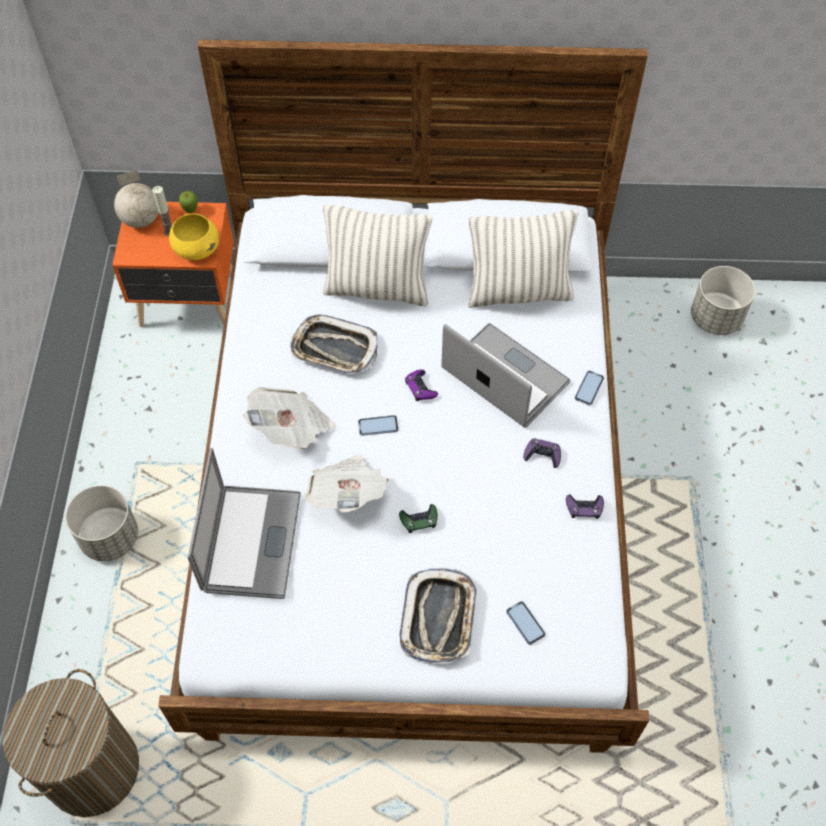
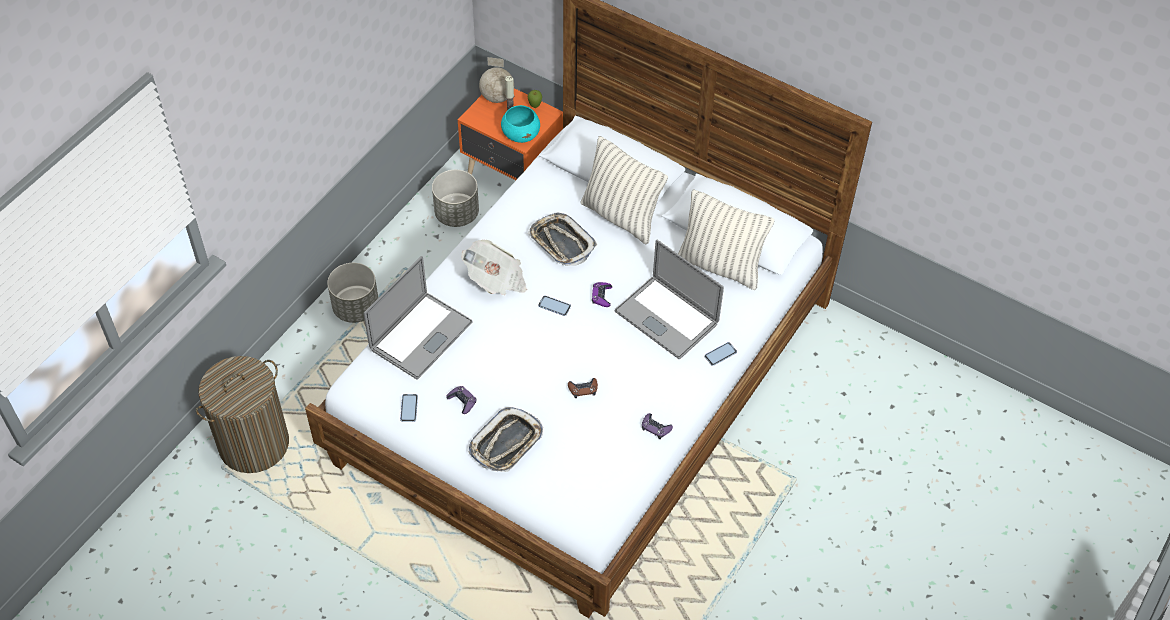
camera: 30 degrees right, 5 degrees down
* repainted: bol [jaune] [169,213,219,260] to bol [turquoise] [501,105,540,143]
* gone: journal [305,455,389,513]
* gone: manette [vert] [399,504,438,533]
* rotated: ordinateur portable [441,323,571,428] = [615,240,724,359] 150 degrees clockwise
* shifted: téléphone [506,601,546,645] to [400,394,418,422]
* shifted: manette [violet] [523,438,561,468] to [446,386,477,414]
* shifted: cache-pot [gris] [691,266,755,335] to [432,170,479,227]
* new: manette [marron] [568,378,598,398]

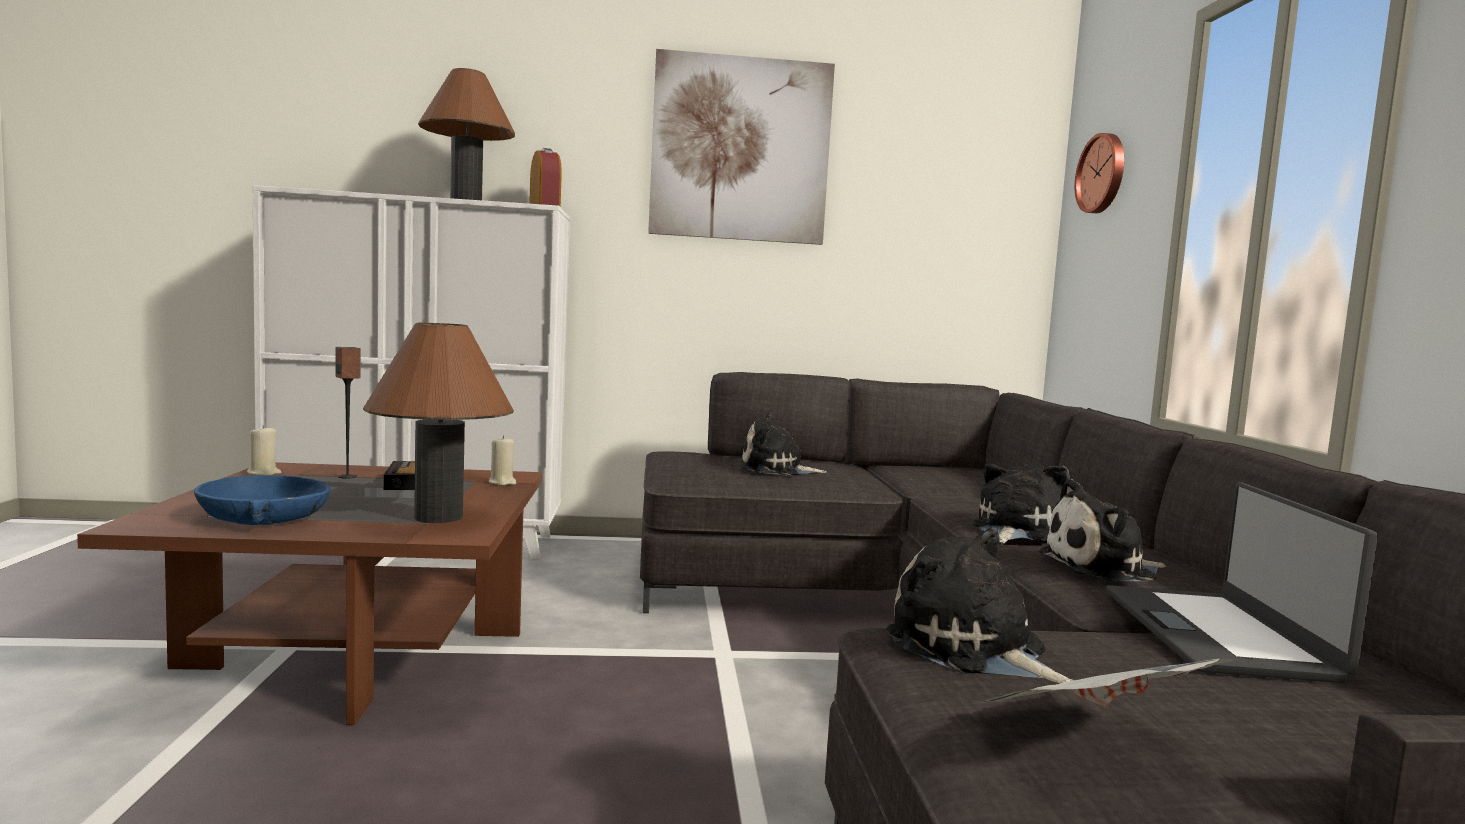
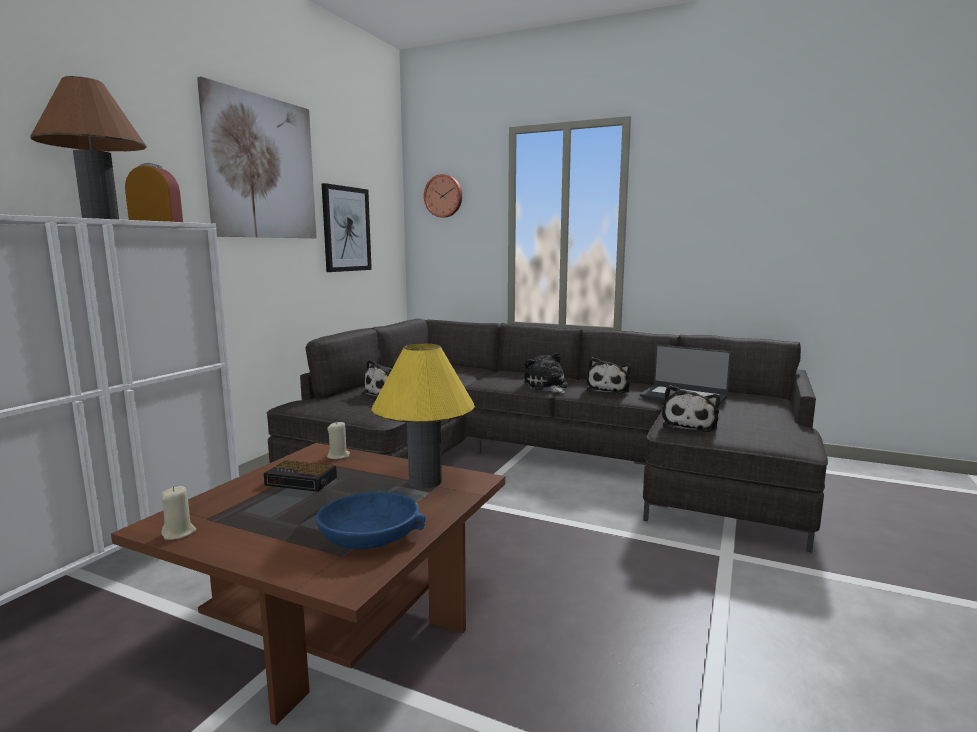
camera: 60 degrees left, 5 degrees up
* gone: enceinte [336,347,361,479]
* repainted: lampe de table [marron] [363,323,514,523] to lampe de table [jaune] [371,344,475,489]
* rotated: peluche [887,528,1074,683] = [662,385,720,432] 60 degrees counterclockwise
* gone: journal [978,659,1234,706]
* new: tableau [322,183,372,272]

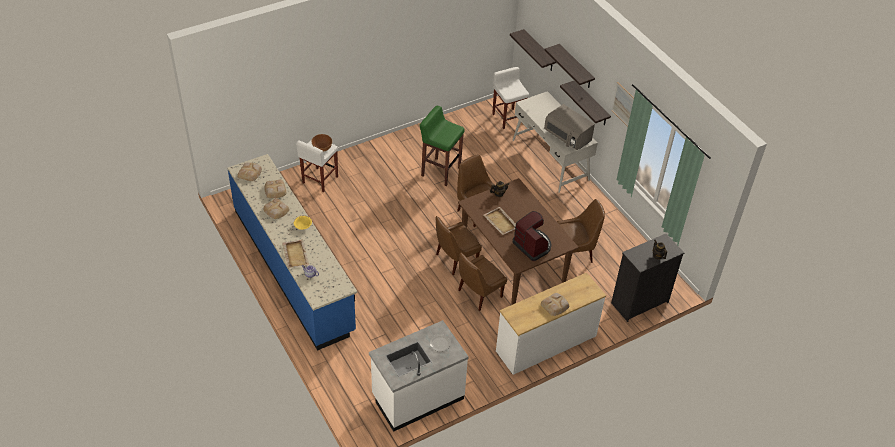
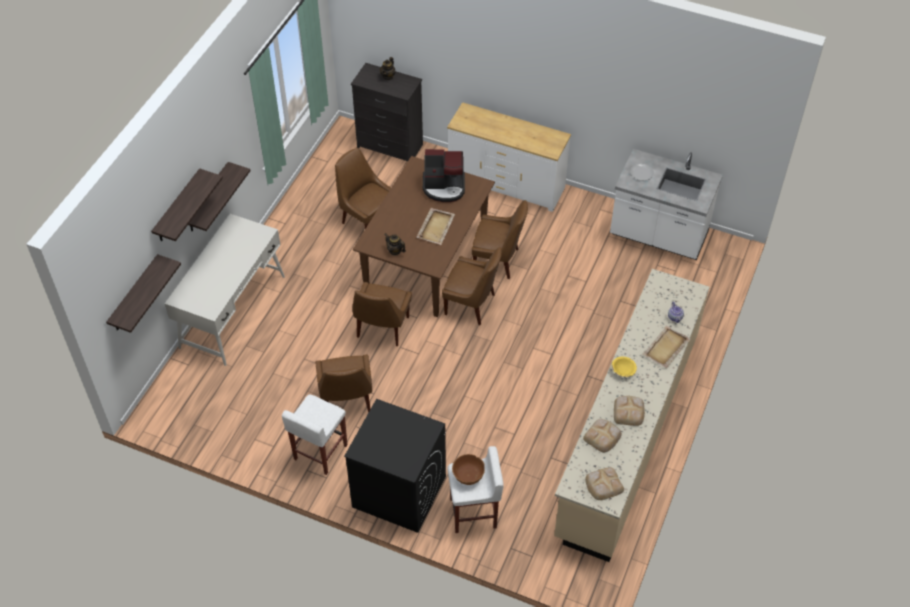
camera: 125 degrees left, 5 degrees up
* repainted: comptoir de cuisine [bleu] [227,154,357,351] to comptoir de cuisine [beige] [554,269,710,562]
* swapped: tabouret [vert] [420,106,464,186] to chaise [marron] [315,355,372,412]
* shifted: tabouret [blanc] [492,67,529,129] to [282,394,347,475]
* rotated: machine à café [513,211,552,261] = [423,149,465,202] 105 degrees counterclockwise
* gone: pain [541,293,569,316]
* gone: micro-ondes [gris] [544,104,595,150]
* gone: tableau [611,82,634,127]
* new: lave-linge [noir] [344,399,446,533]

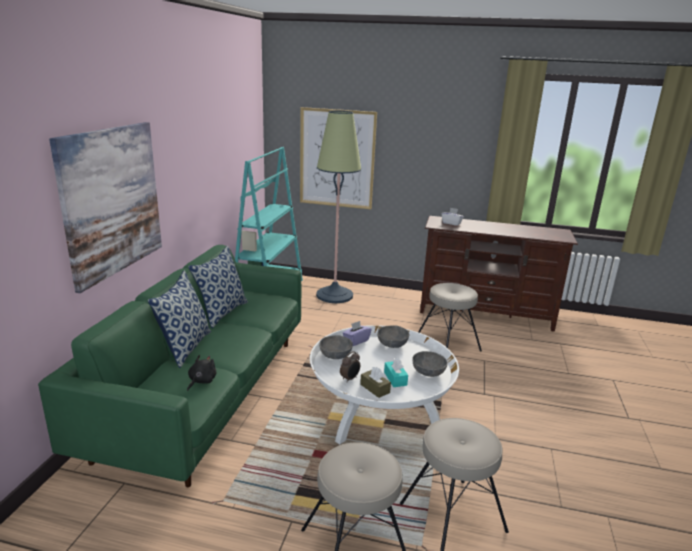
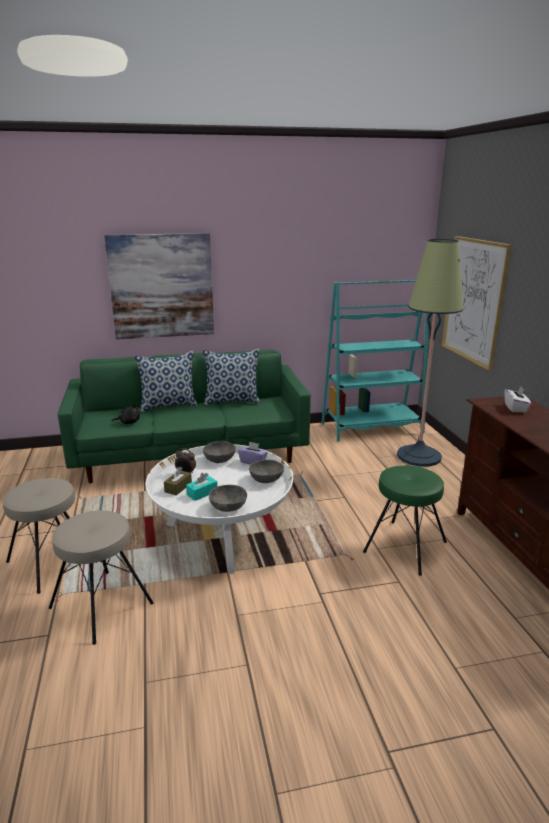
camera: 65 degrees right, 0 degrees up
* repainted: tabouret [beige] [418,283,482,352] to tabouret [vert] [363,466,447,576]

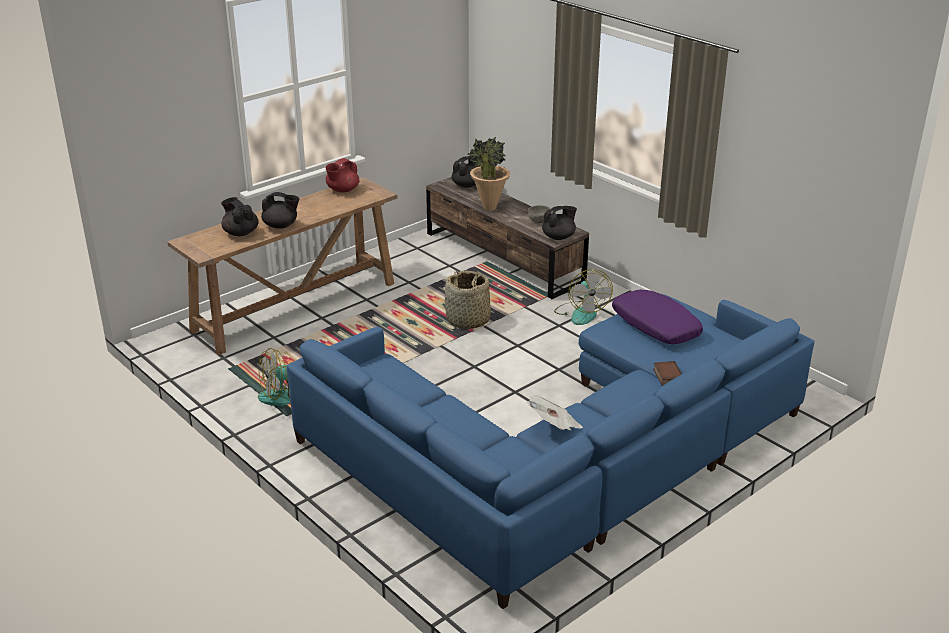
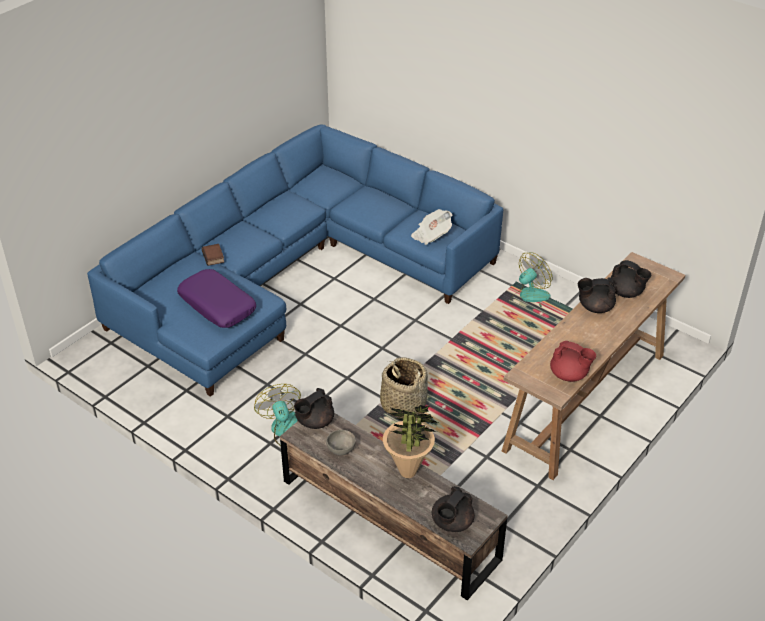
camera: 170 degrees right, 10 degrees up
* rotated: théière [rouge] [326,158,359,193] = [550,341,596,382] 90 degrees clockwise
* shifted: journal [527,396,583,431] to [411,209,452,245]

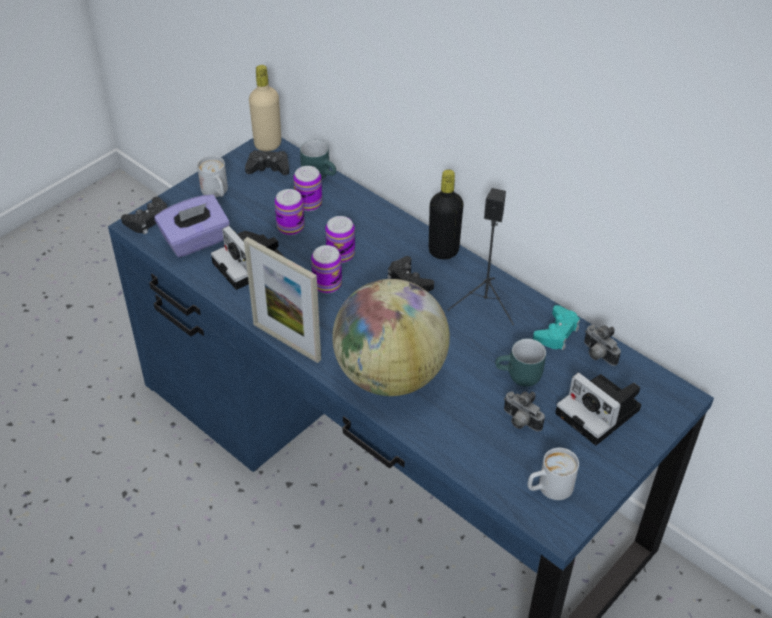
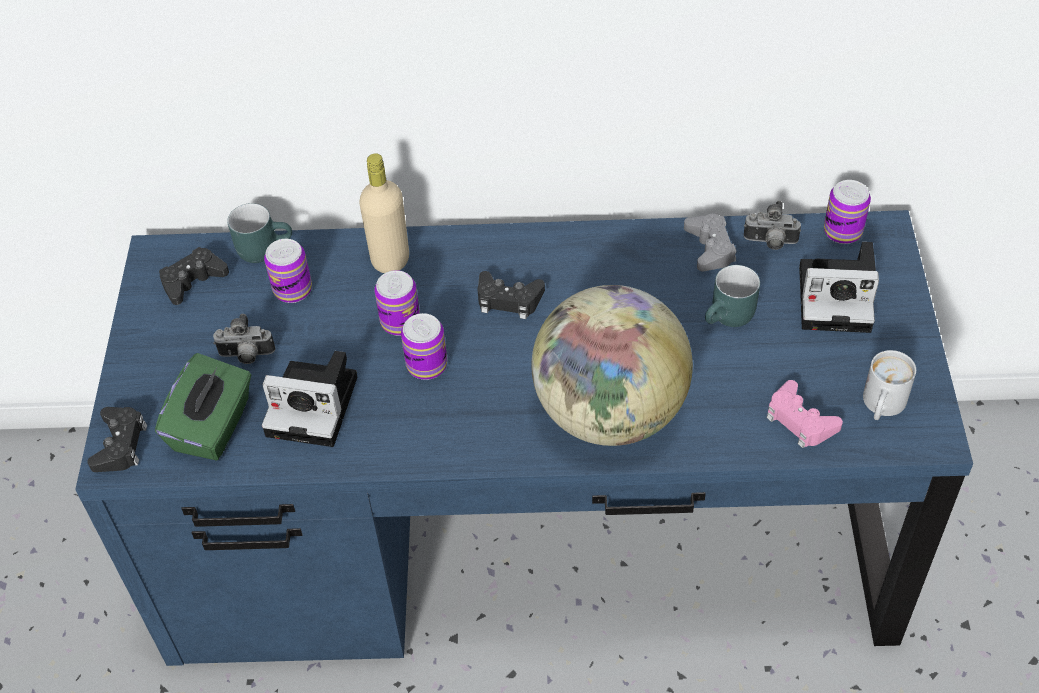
camera: 40 degrees left, 5 degrees up
* repainted: boîte à mouchoirs [violet] [155,195,230,257] to boîte à mouchoirs [vert] [155,353,251,461]
* gone: mug [blanc] [197,155,228,197]
* gone: cadre photo [244,237,321,363]
* shifted: bouteille [beige] [249,65,281,151] to [359,153,409,273]
* shifted: boîte métallique [275,189,305,235] to [824,180,871,244]
* gone: bouteille [noir] [429,169,464,259]
* gone: enceinte [noir] [448,188,514,325]
* shifted: appareil photo [504,392,545,432] to [213,314,275,364]
* repainted: manette [turquoise] [533,305,580,350] to manette [gris] [684,214,736,271]
* new: manette [rose] [766,380,843,448]

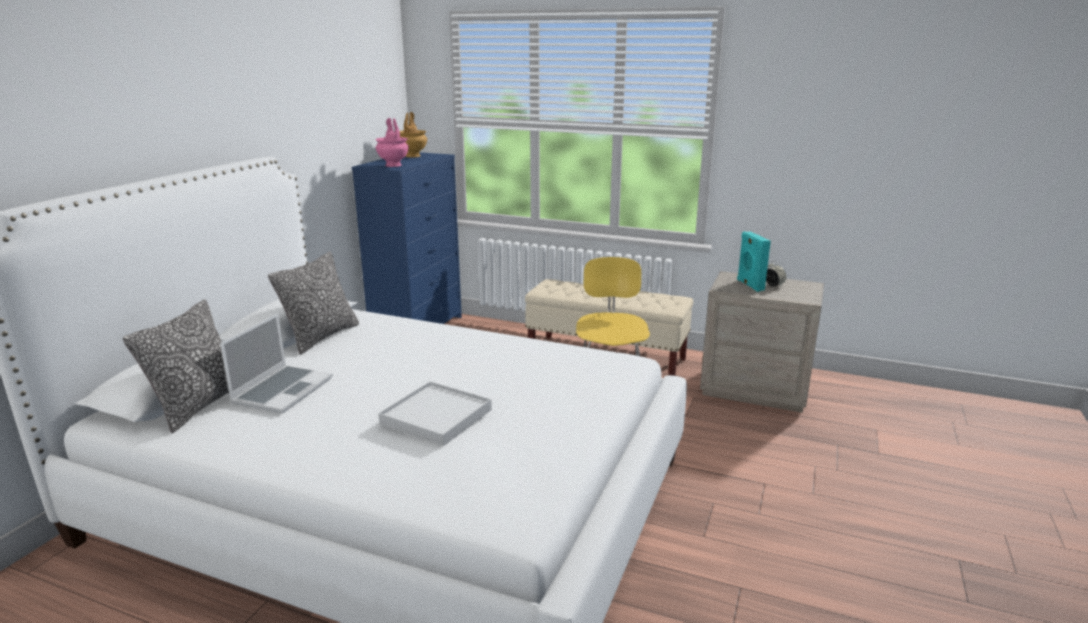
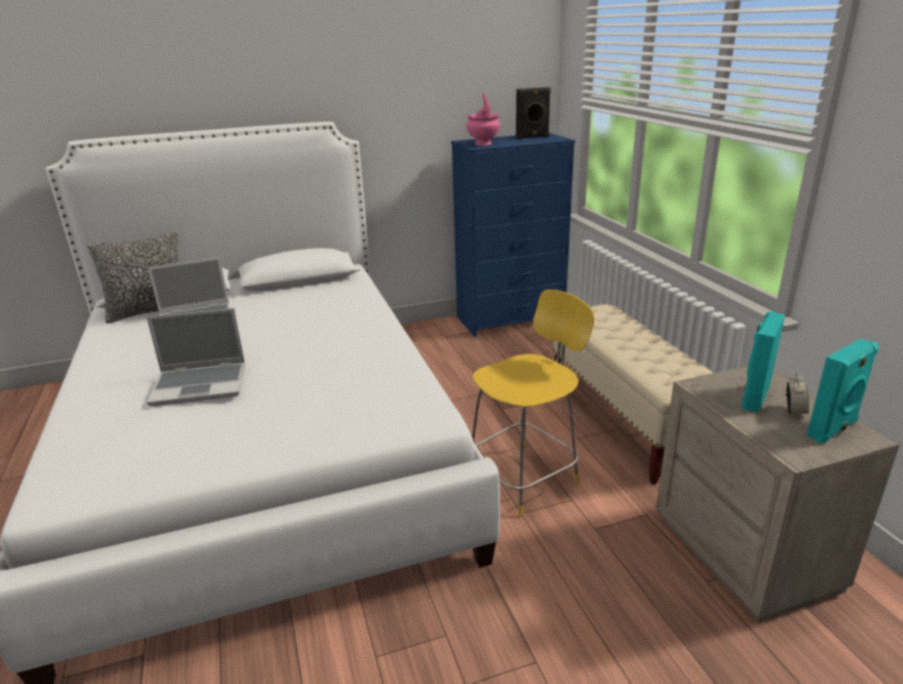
camera: 50 degrees right, 5 degrees up
* gone: coussin [268,252,359,355]
* swapped: plateau [blanc] [378,381,492,446] to ordinateur portable [146,308,245,406]
* swapped: vase [marron] [400,112,427,157] to enceinte [noir] [516,87,551,139]
* new: enceinte [turquoise] [807,339,879,444]

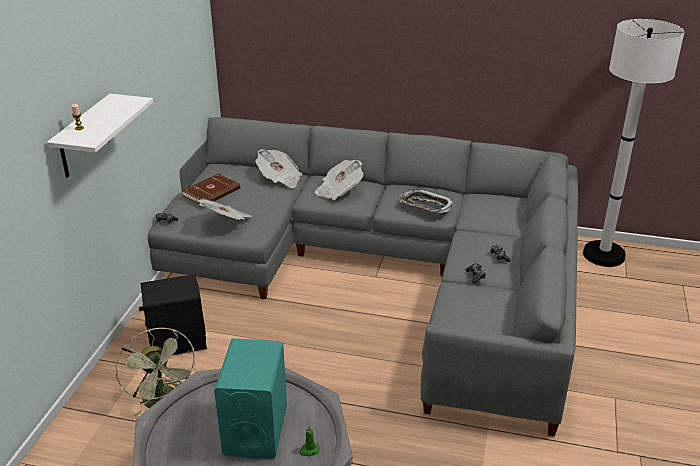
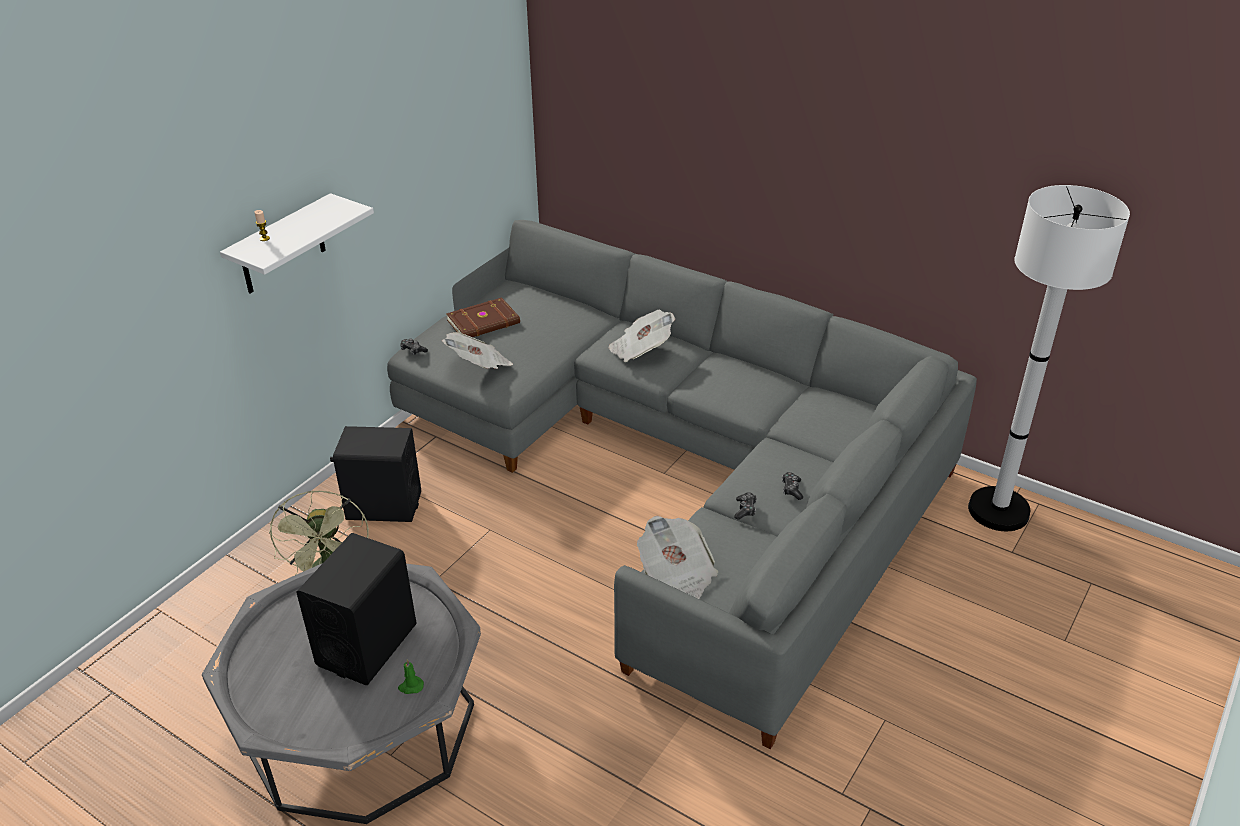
camera: 20 degrees right, 5 degrees up
* repainted: enceinte [turquoise] [214,338,287,459] to enceinte [noir] [296,533,417,685]
* shifted: journal [256,149,302,188] to [637,516,718,599]
* gone: plateau [399,189,453,213]

